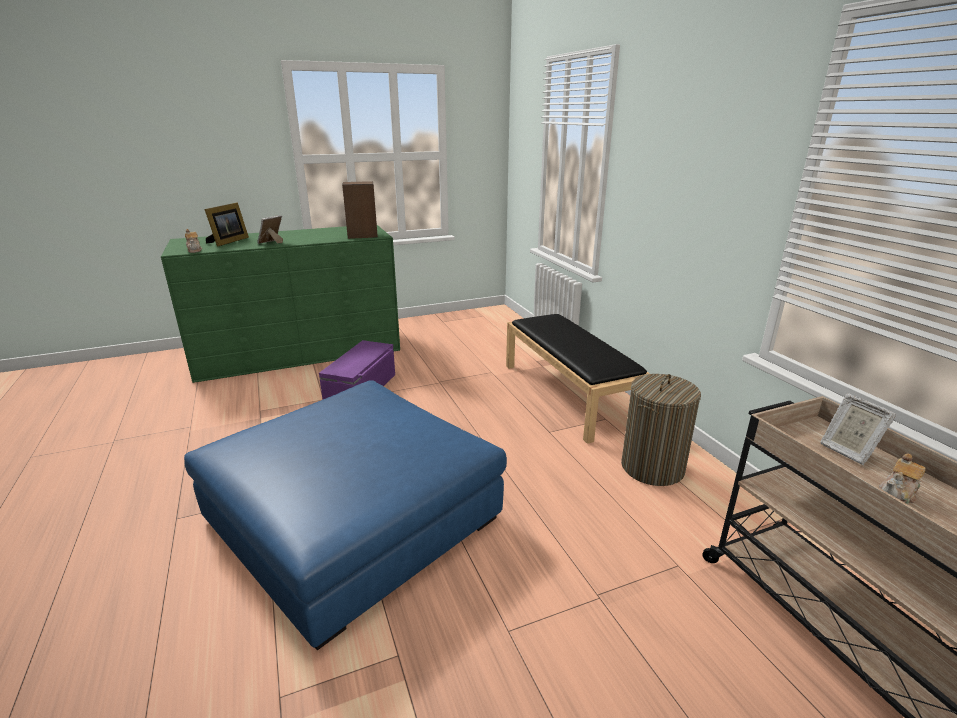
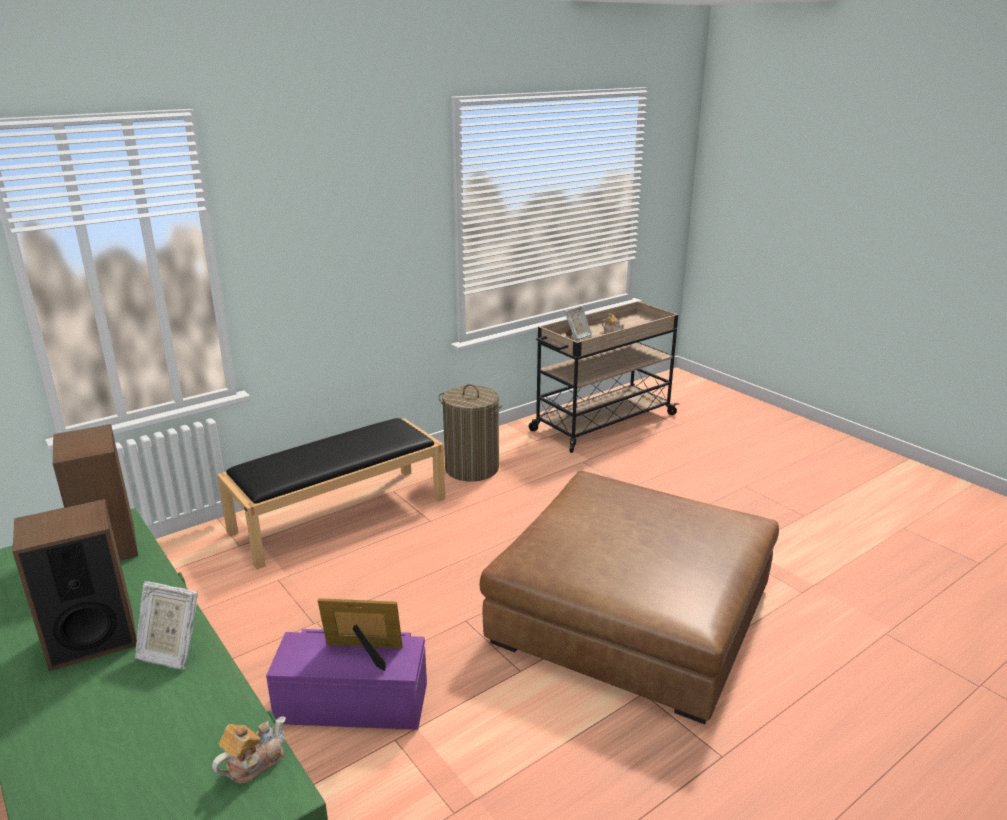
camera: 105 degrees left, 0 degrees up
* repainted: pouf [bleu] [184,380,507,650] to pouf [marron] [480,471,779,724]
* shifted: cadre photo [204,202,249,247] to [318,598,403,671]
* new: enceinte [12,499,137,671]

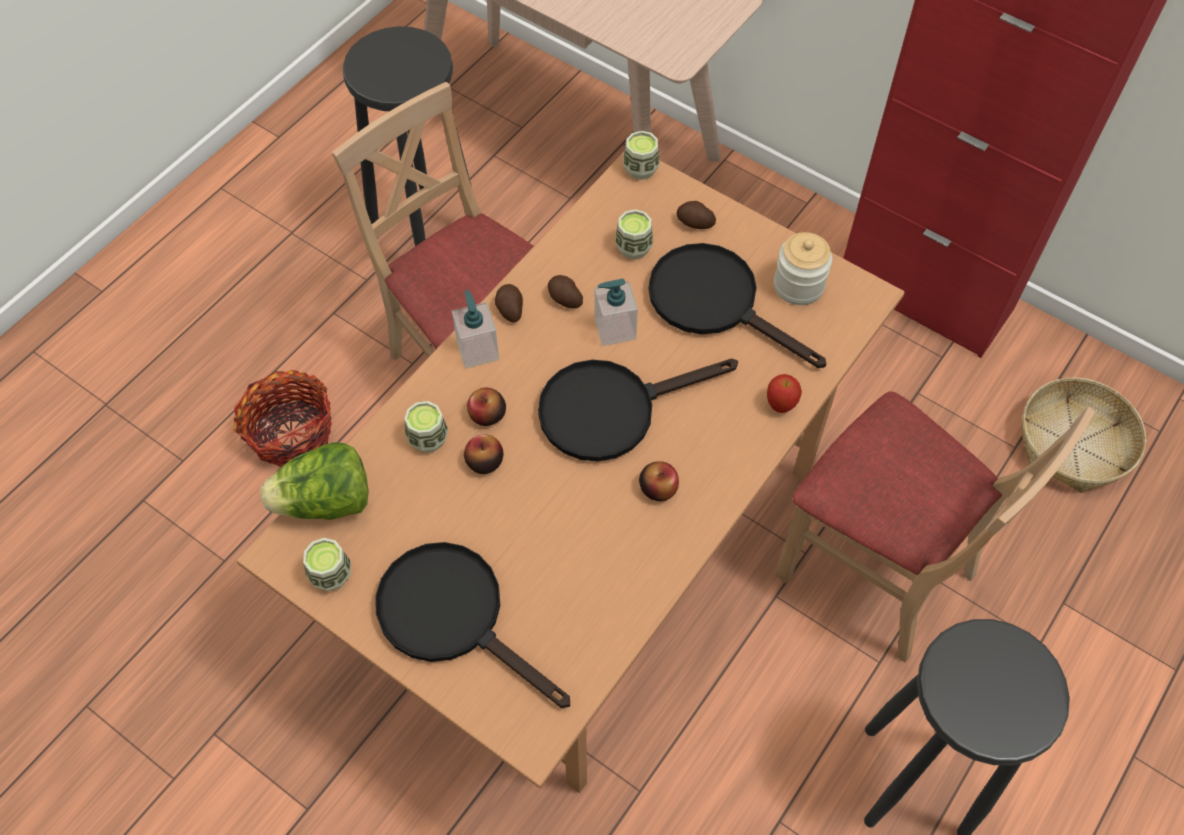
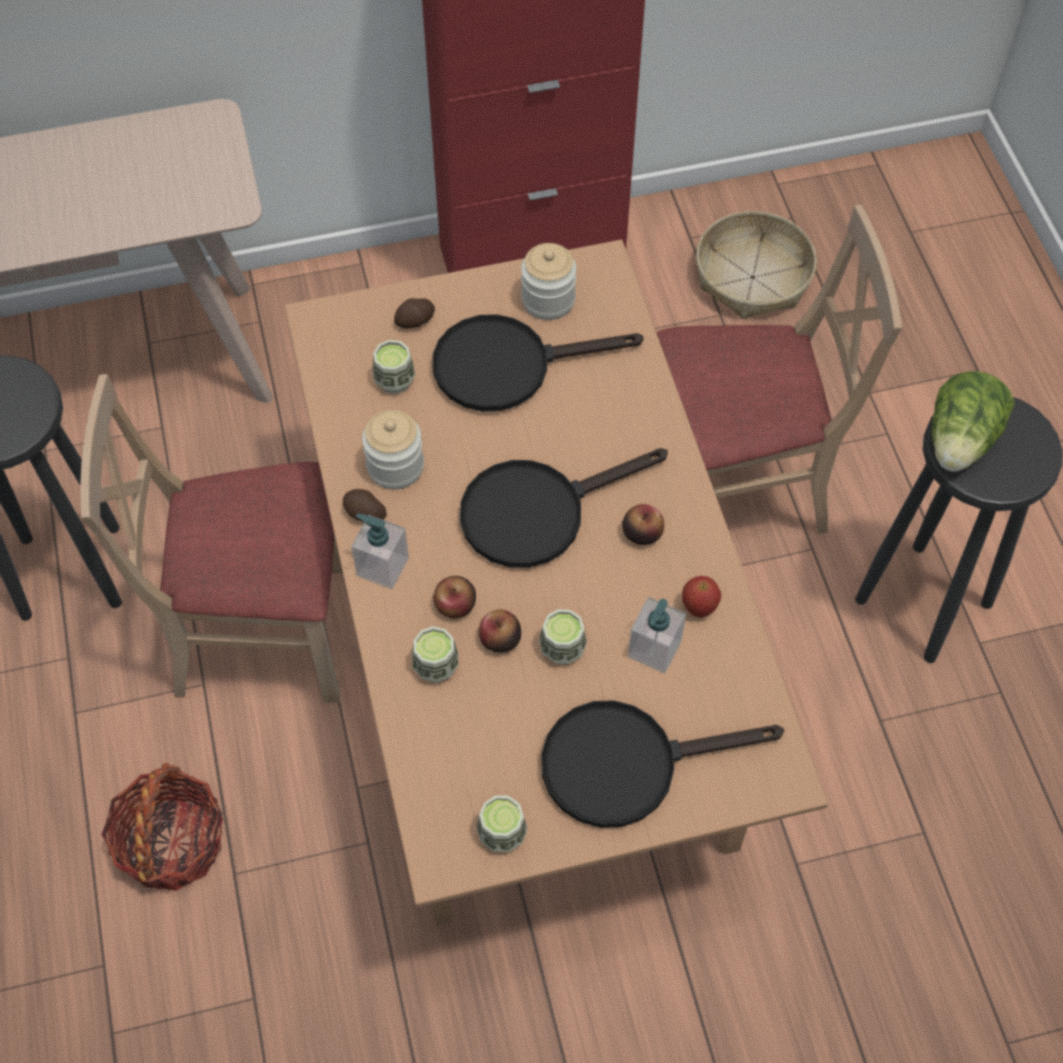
camera: 50 degrees left, 0 degrees up
* shifted: laitue [260,442,369,520] to [932,371,1015,472]
* rotated: poêle [noir] [538,359,738,462] = [460,448,668,568] 45 degrees clockwise
* swapped: pomme de terre [548,275,583,308] to bocal [362,410,424,489]
* shifted: distributeur de savon [595,279,638,346] to [628,597,686,674]
* shifted: tasse [623,131,659,180] to [539,609,587,665]
* shifted: pomme [767,374,802,413] to [682,576,721,618]

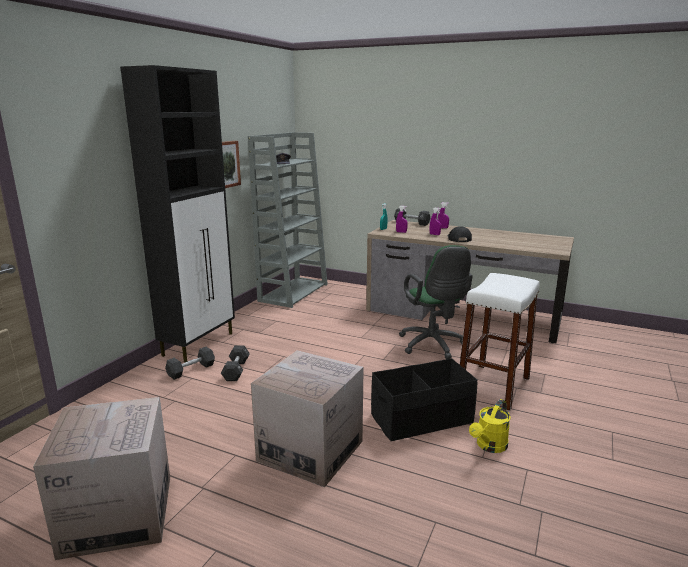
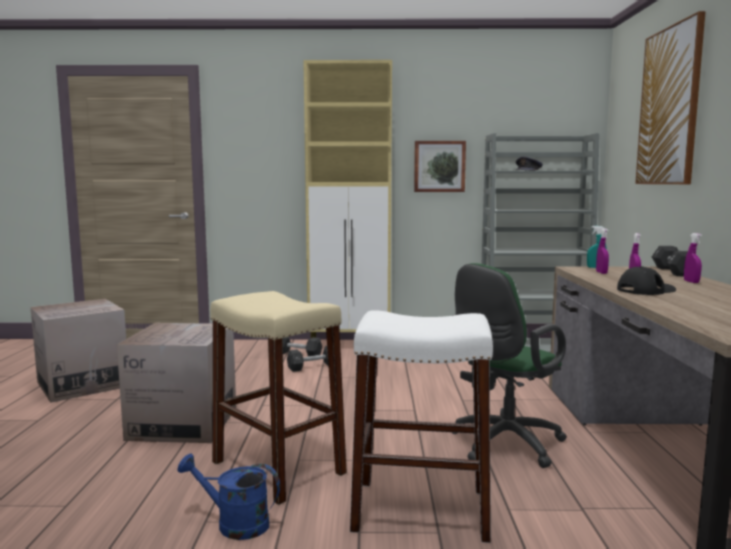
camera: 65 degrees right, 10 degrees down
* repainted: meuble de rangement [noir] [120,65,235,362] to meuble de rangement [beige] [303,60,392,338]
* swapped: boîte de rangement [noir] [371,358,478,441] to tabouret [beige] [210,291,347,505]
* repainted: arrosoir [jaune] [469,399,511,453] to arrosoir [bleu] [177,453,280,540]
* new: tableau [635,11,706,184]

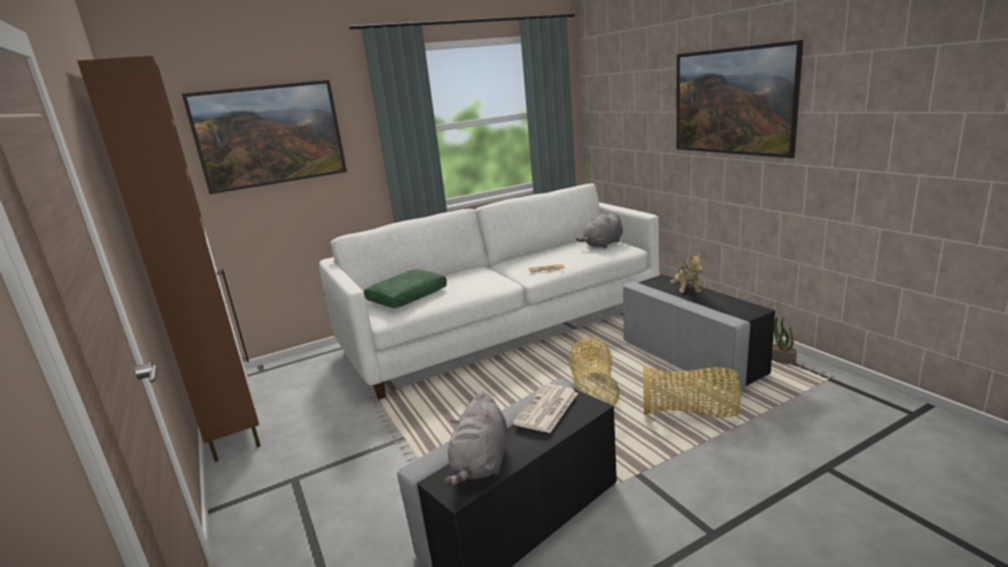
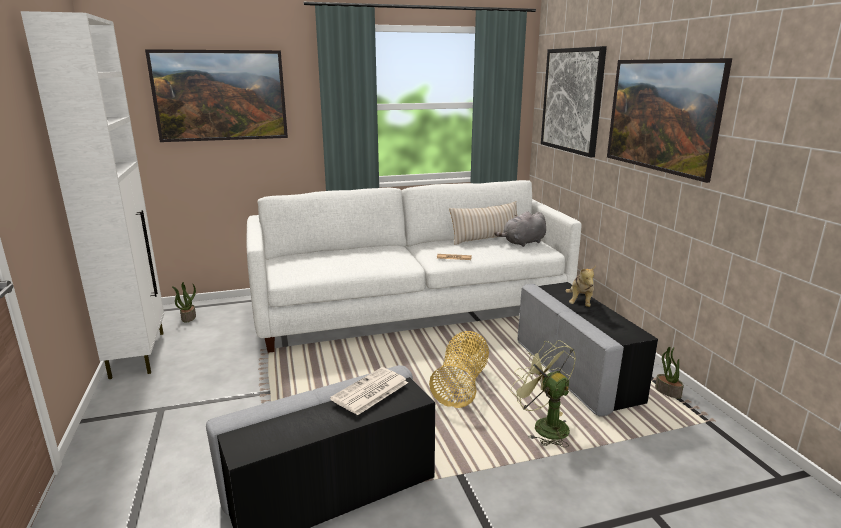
camera: 10 degrees right, 0 degrees up
* repainted: meuble de rangement [marron] [77,56,261,462] to meuble de rangement [blanc] [21,11,164,379]
* gone: coussin [vert] [364,270,447,308]
* gone: peluche [gris] [444,392,507,486]
* swapped: panier [643,366,741,418] to ventilateur [vert] [510,340,576,447]
* new: plante en pot [172,282,196,322]
* new: coussin [beige] [449,201,517,245]
* new: tableau [541,46,607,157]

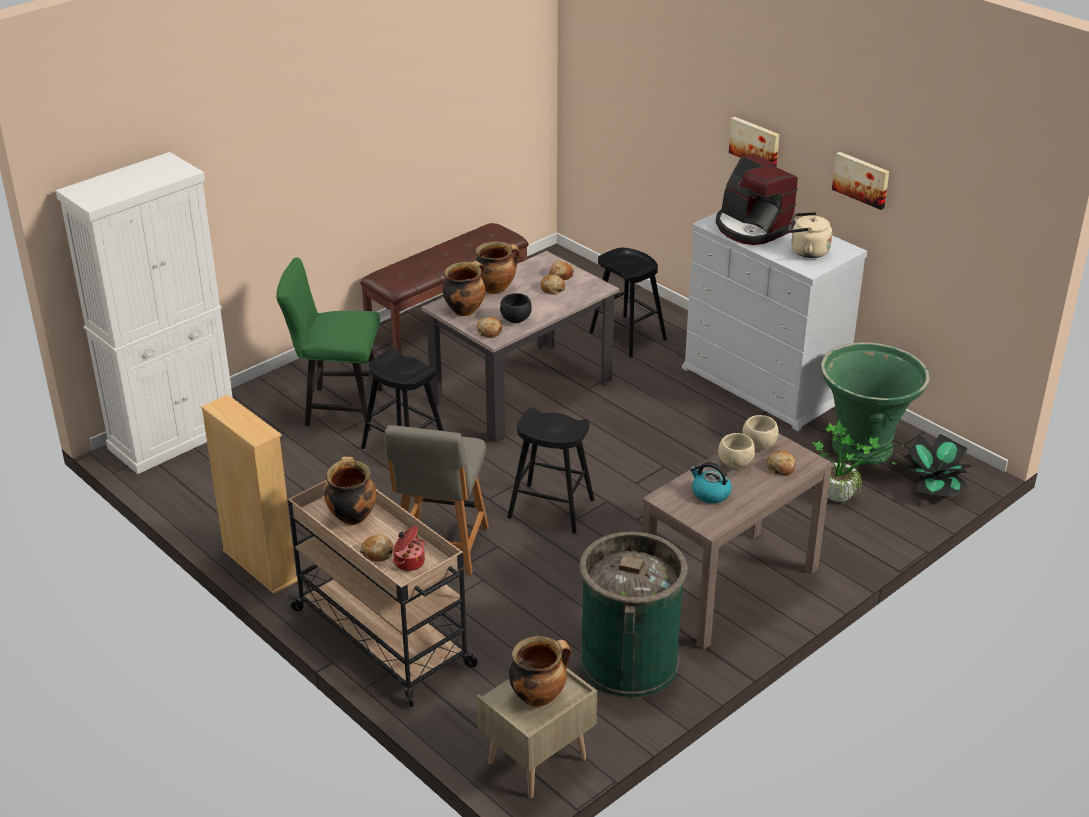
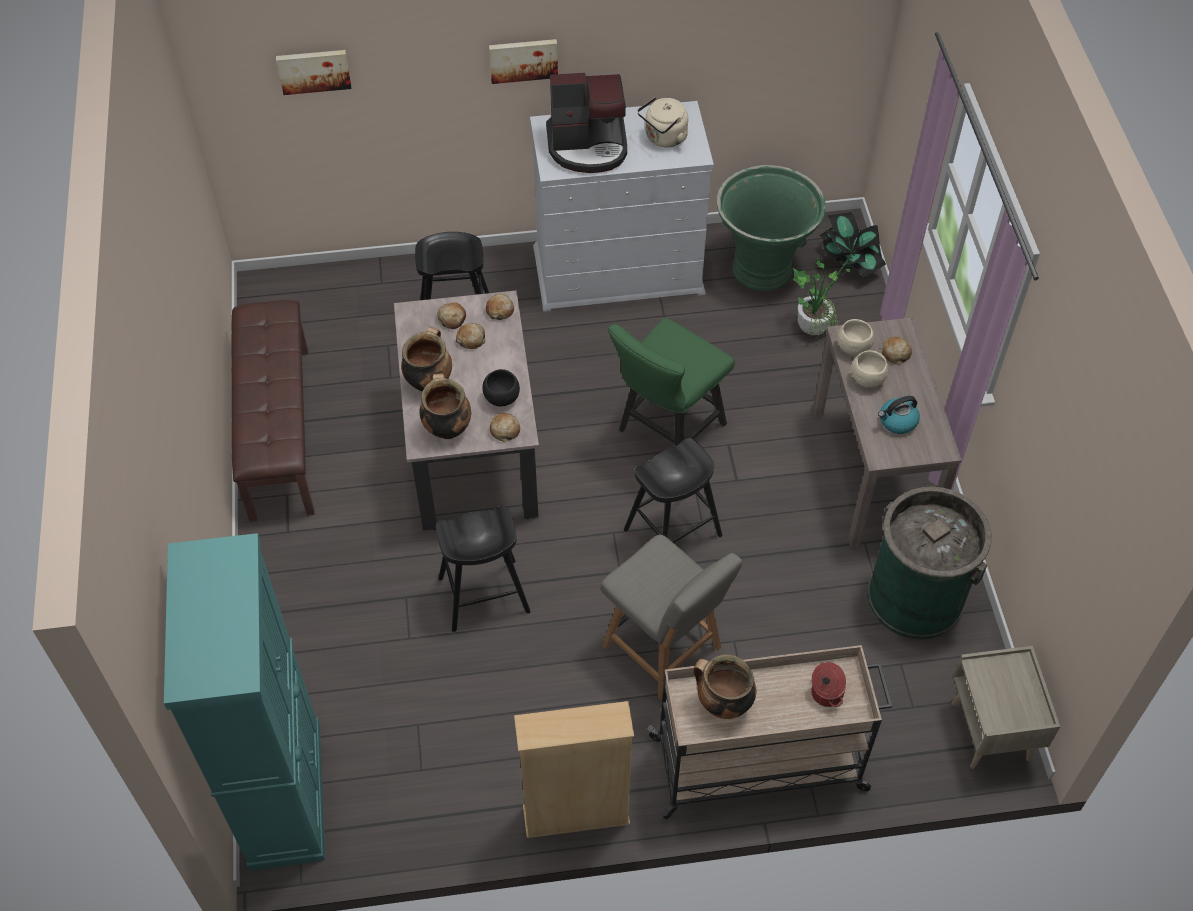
camera: 55 degrees left, 20 degrees up
* repainted: meuble de rangement [blanc] [56,152,233,474] to meuble de rangement [turquoise] [164,533,325,871]
* shifted: chaise [vert] [276,258,383,431] to [608,318,735,446]
* shifted: pain [360,535,393,562] to [486,293,514,320]
* gone: marmite [509,636,571,707]
* shifted: tableau [832,152,889,210] to [276,50,351,95]

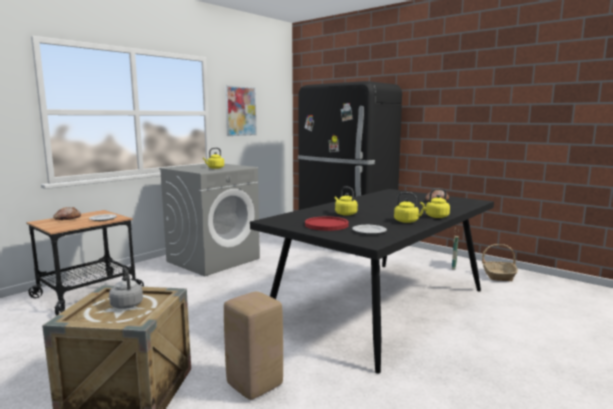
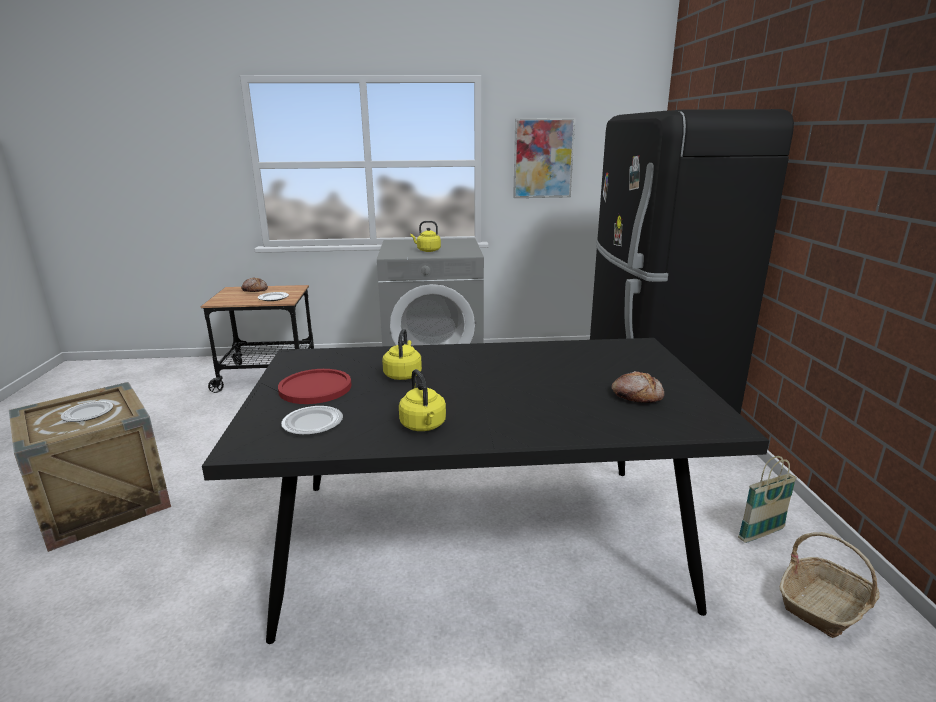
camera: 45 degrees right, 10 degrees up
* swapped: bouilloire [gris] [109,267,143,309] to assiette [61,401,113,422]
* gone: tabouret [beige] [224,291,283,400]
* gone: bouilloire [jaune] [420,188,450,218]

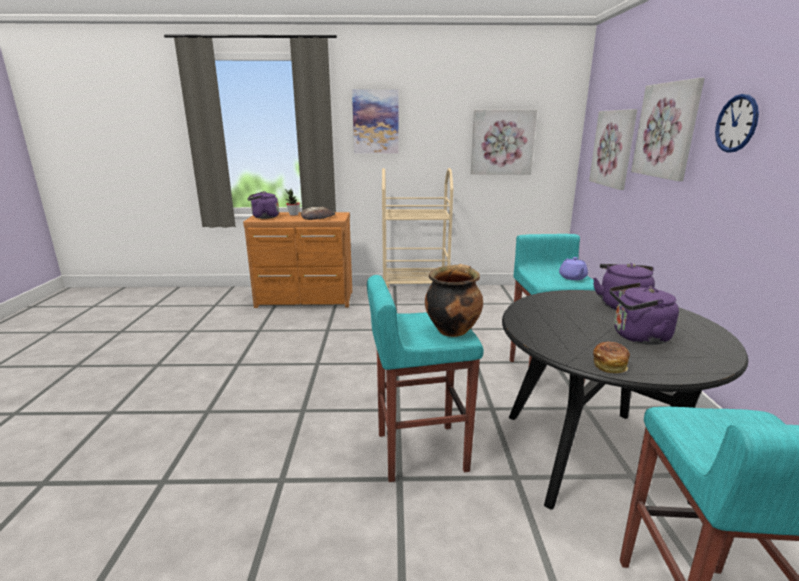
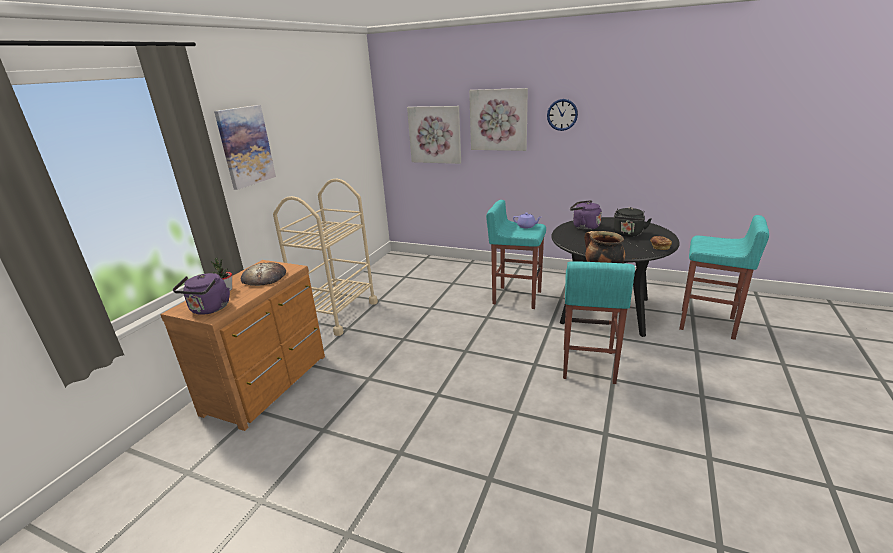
camera: 65 degrees left, 5 degrees up
* gone: tableau [471,110,537,175]
* repainted: bouilloire [violet] [609,283,679,345] to bouilloire [noir] [614,207,652,237]

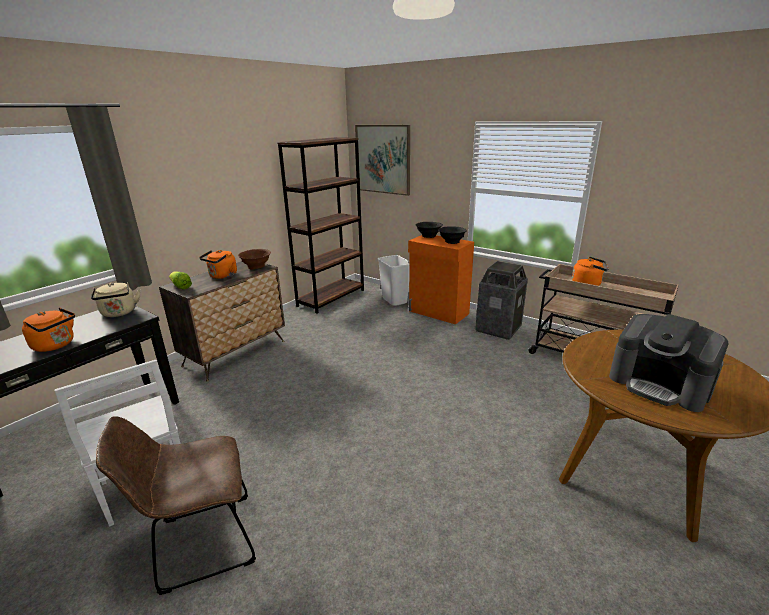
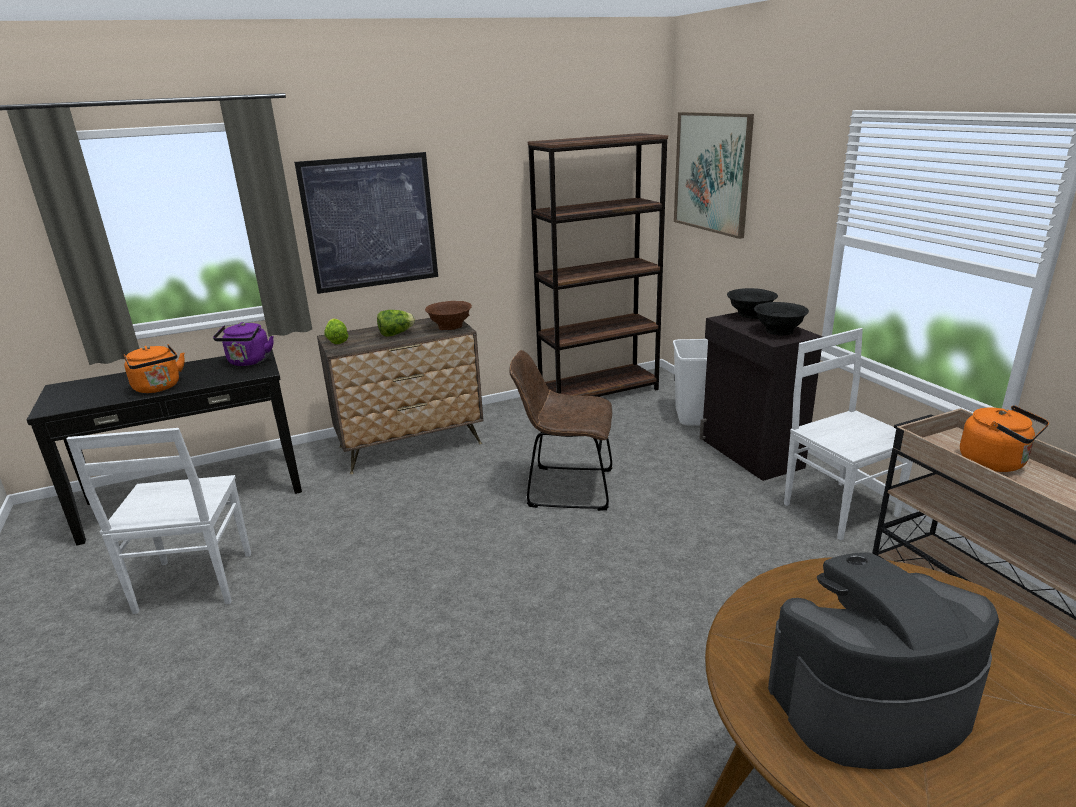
camera: 30 degrees right, 0 degrees up
* repainted: bouilloire [beige] [91,283,140,317] to bouilloire [violet] [213,322,274,366]
* shifted: chaise [marron] [96,416,256,595] to [509,350,612,511]
* swapped: bouilloire [orange] [199,250,237,279] to laitue [377,310,415,336]
* repainted: meuble de rangement [orange] [408,235,474,325] to meuble de rangement [noir] [699,312,823,481]
* swapped: poubelle [475,261,528,340] to chaise [blanc] [784,328,913,540]
* rotated: machine à café [609,314,729,412] = [768,552,999,769] 90 degrees clockwise
* new: tableau [294,152,438,294]

